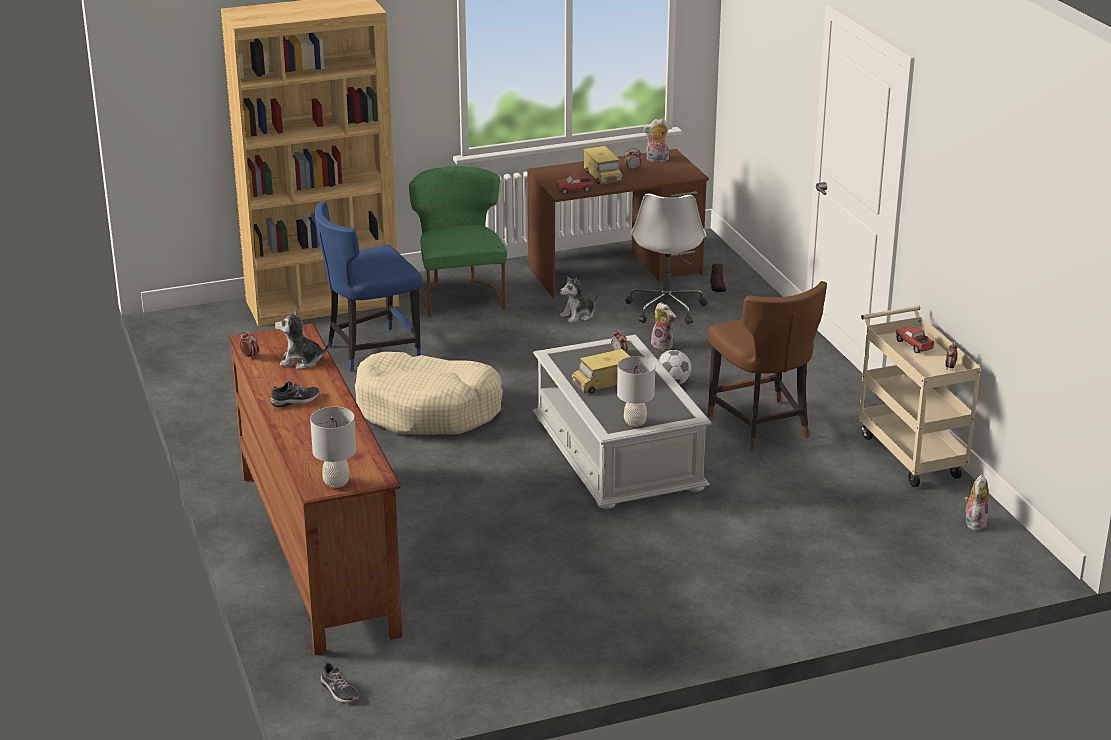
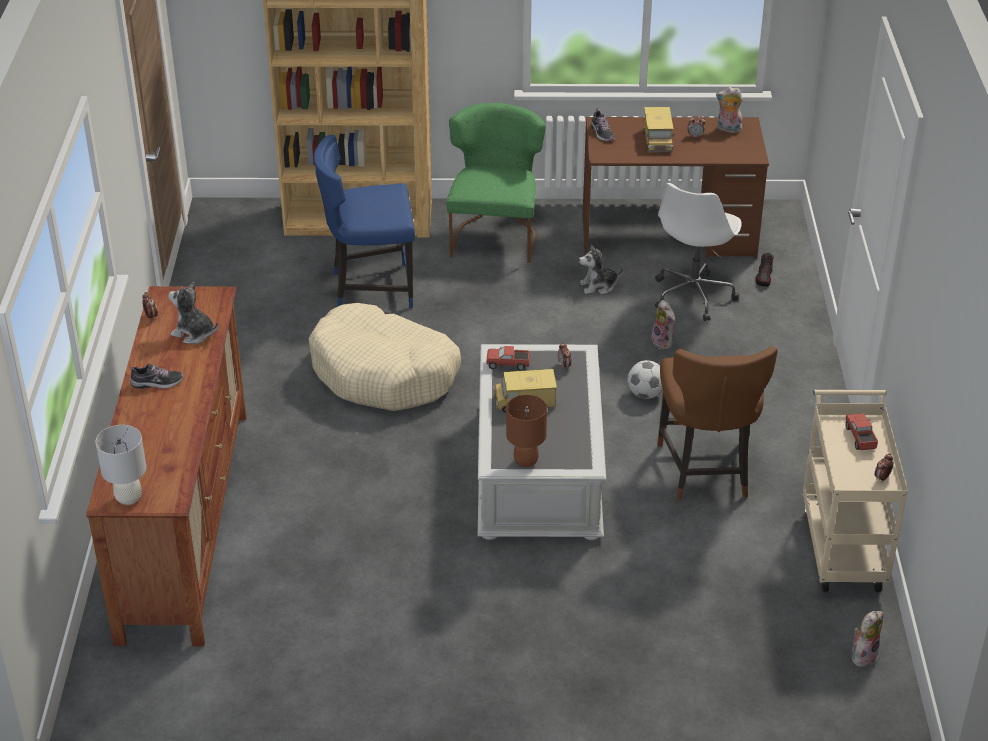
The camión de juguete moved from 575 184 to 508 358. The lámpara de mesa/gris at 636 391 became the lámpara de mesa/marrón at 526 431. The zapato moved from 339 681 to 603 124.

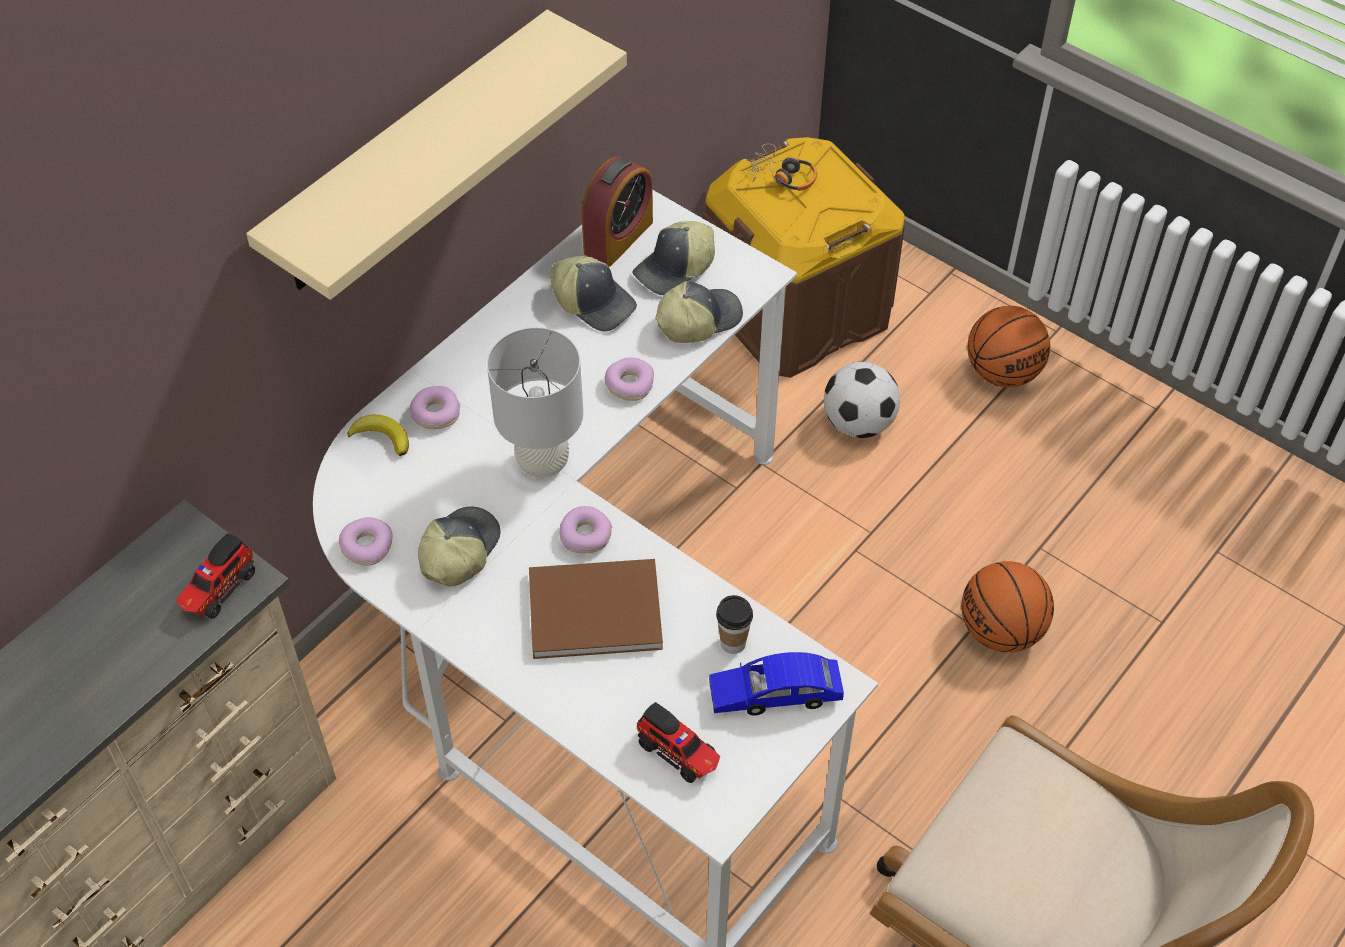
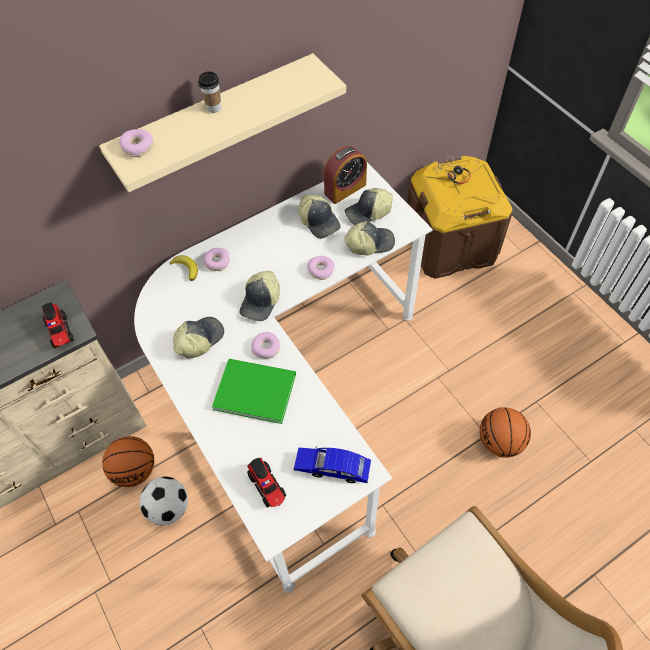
The balón de baloncesto moved from 1008 346 to 128 461. The lámpara de mesa/gris at 535 402 was replaced by the gorra at 259 296. The balón de fútbol moved from 862 399 to 164 501. The rosquilla moved from 366 541 to 136 143. The camión de juguete at 215 576 turned 75 degrees counterclockwise. The libro/marrón at 596 609 became the libro/verde at 254 391. The taza moved from 734 624 to 209 92.

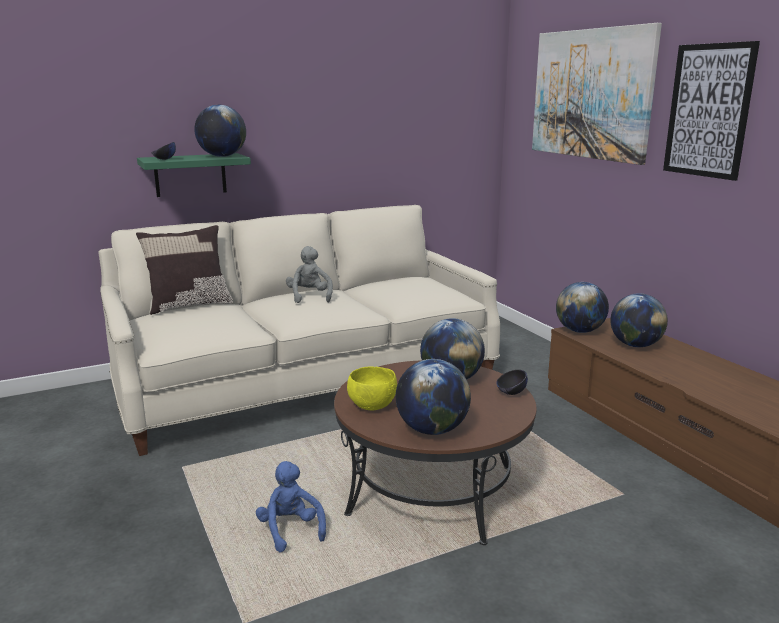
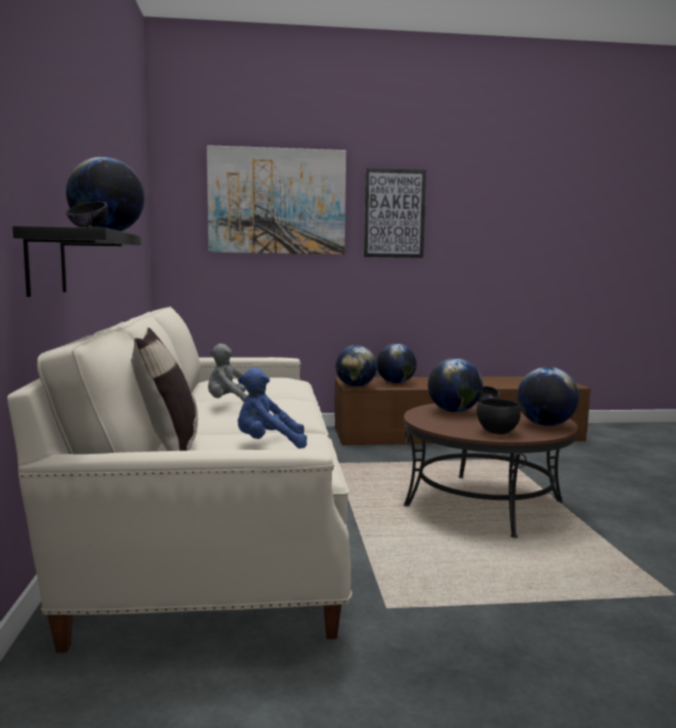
The estante/verde at 194 175 became the estante/negro at 77 261. The cuenco/amarillo at 372 388 became the cuenco/negro at 498 416. The peluche/azul moved from 291 506 to 272 408.

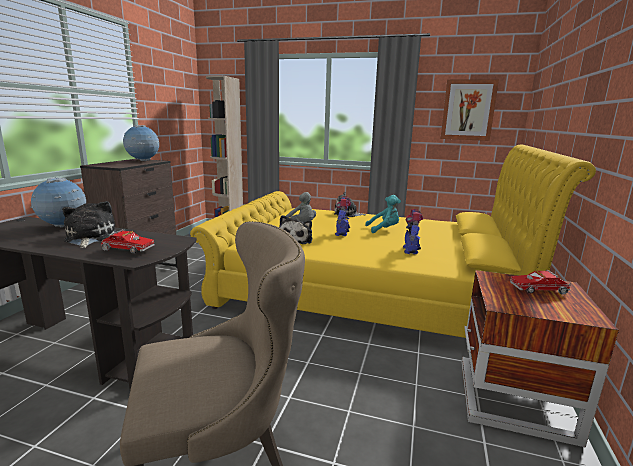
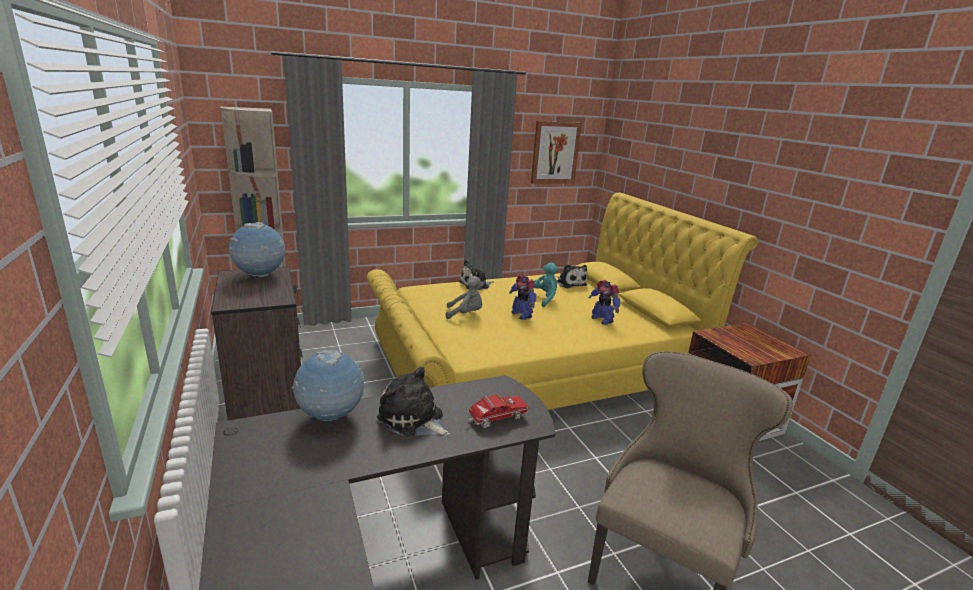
The peluche moved from 295 229 to 571 276. The camión de juguete at 540 282 disappeared.

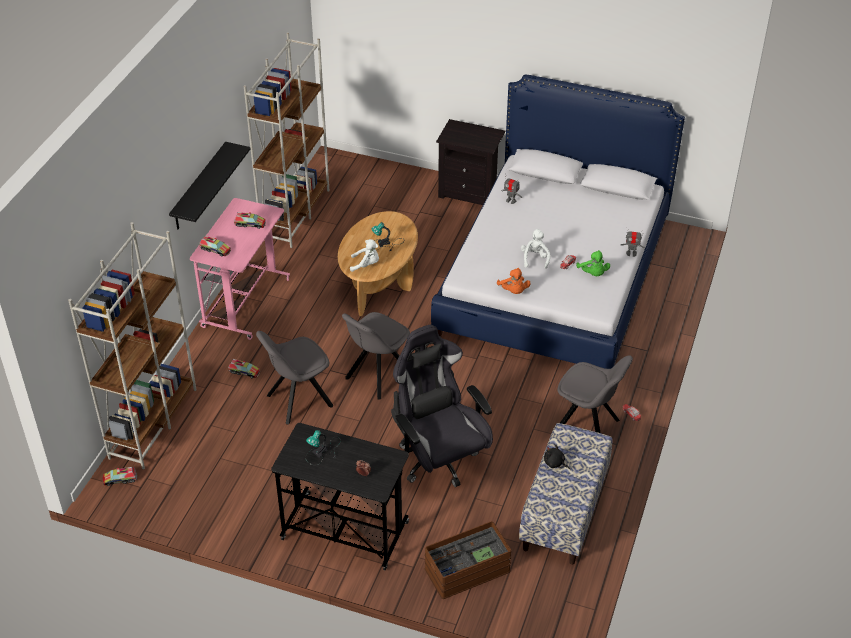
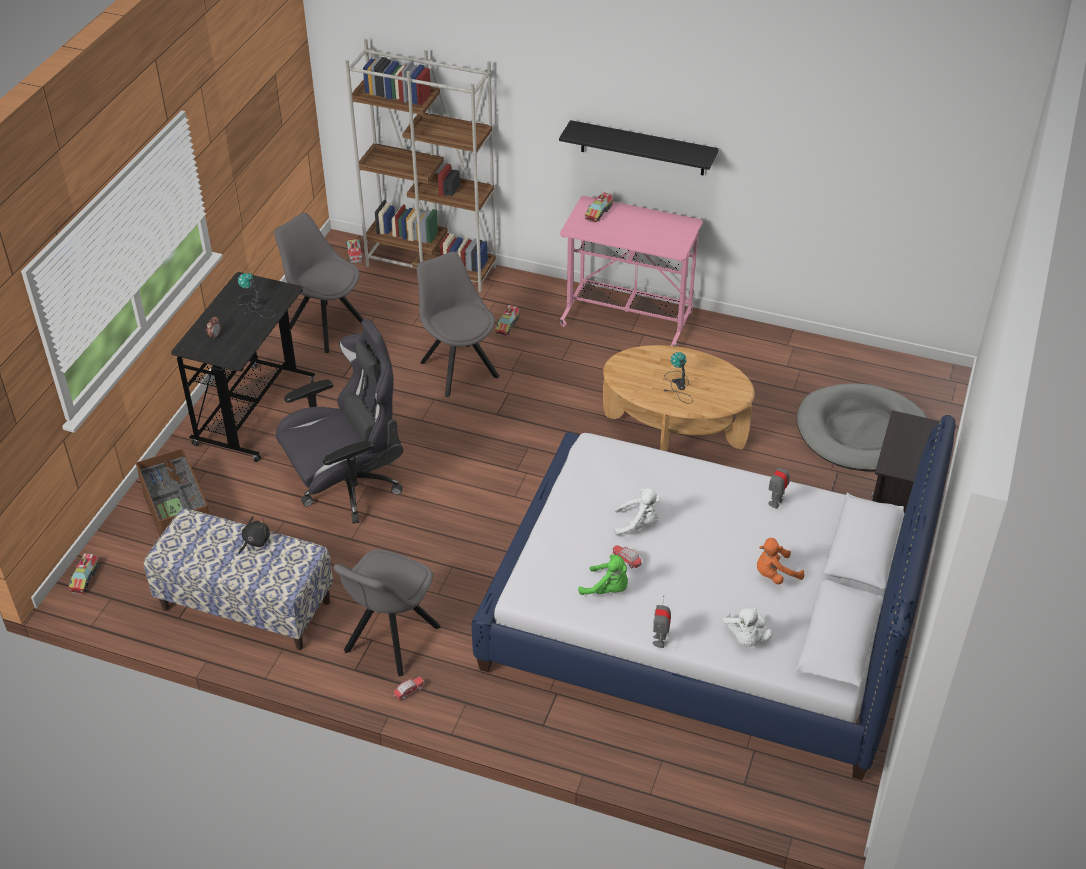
The estantería/marrón at 286 140 disappeared. The camión de juguete moved from 250 220 to 84 573. The peluche/blanco moved from 364 255 to 748 627. The peluche/verde at 593 263 turned 135 degrees counterclockwise. The peluche/naranja moved from 514 281 to 780 561. The silla/gris moved from 376 355 to 318 283. The cama para perro/gris at 862 427 appeared.

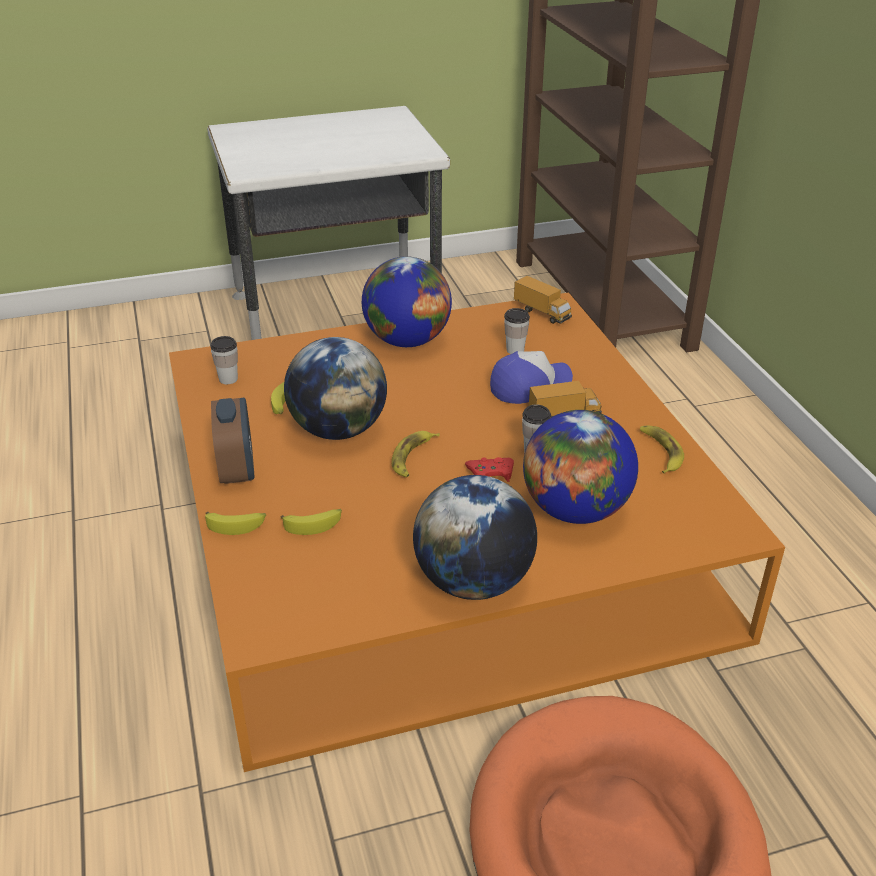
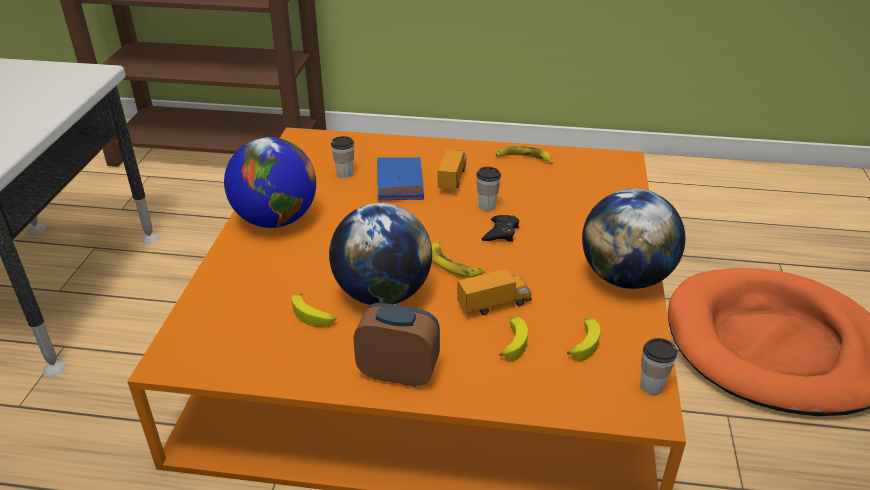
The camión de juguete moved from 543 300 to 494 292. The taza moved from 224 360 to 658 366. The gorra at 531 377 was replaced by the libro/azul at 400 178. The globo terráqueo at 580 467 disappeared. The mando de consola/rojo at 489 469 became the mando de consola/negro at 500 228. The plátano moved from 235 523 to 583 339.

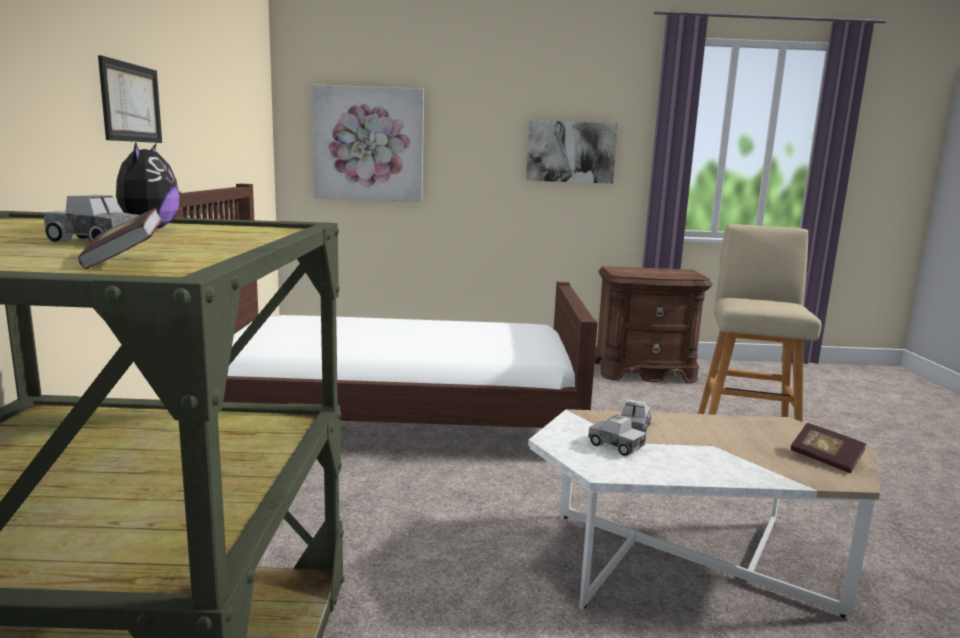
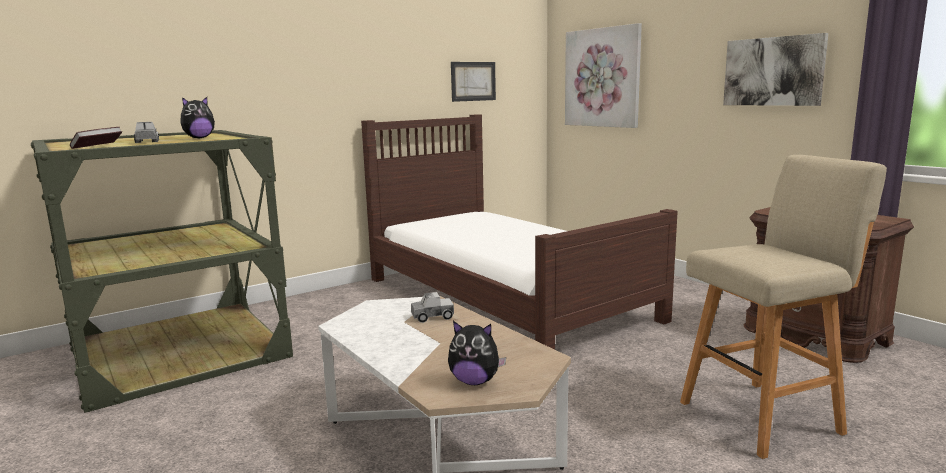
The cuadro moved from 130 99 to 473 82. The camión de juguete at 617 435 disappeared. The libro at 828 448 was replaced by the peluche at 477 353.

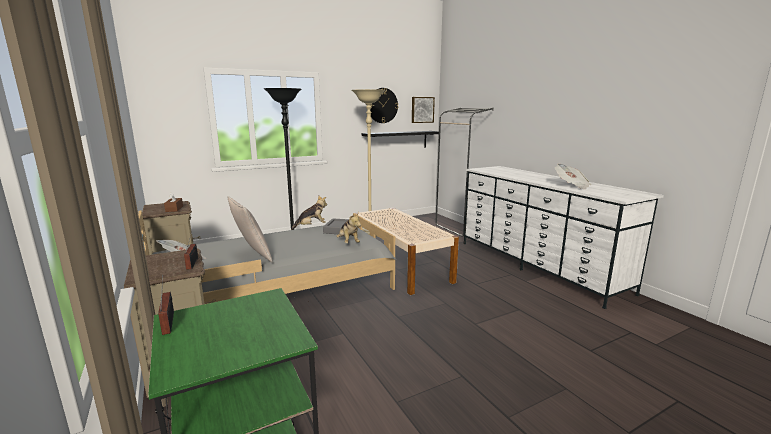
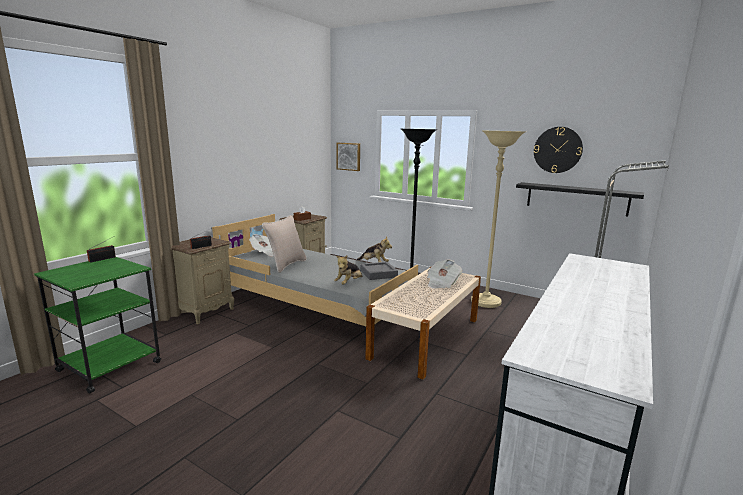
The cuadro moved from 423 110 to 348 157. The periódico moved from 573 176 to 444 273.

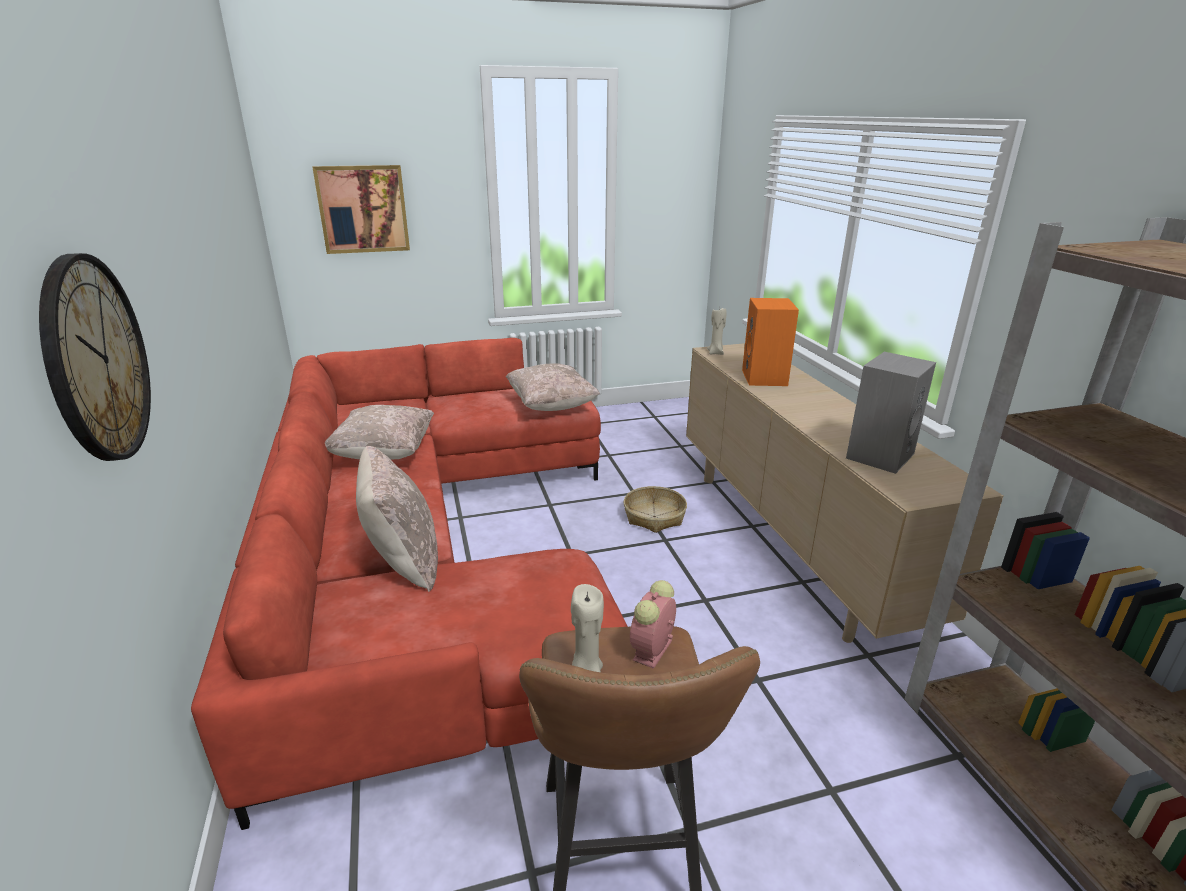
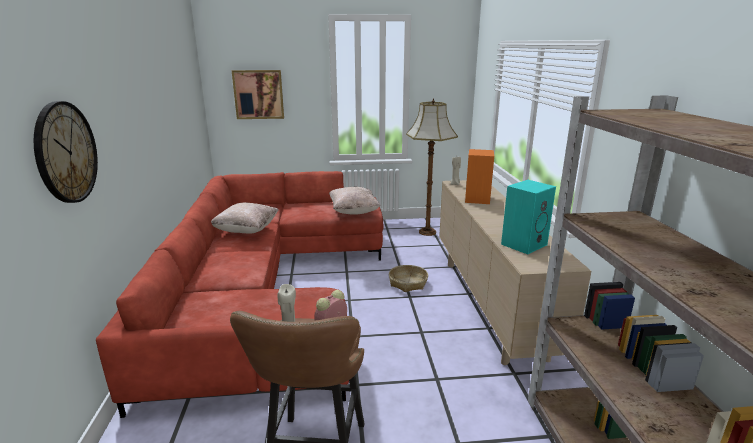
The altavoz/gris at 891 413 became the altavoz/turquesa at 528 217. The cojín/beis at 397 519 disappeared. The lámpara de pie at 432 167 appeared.

